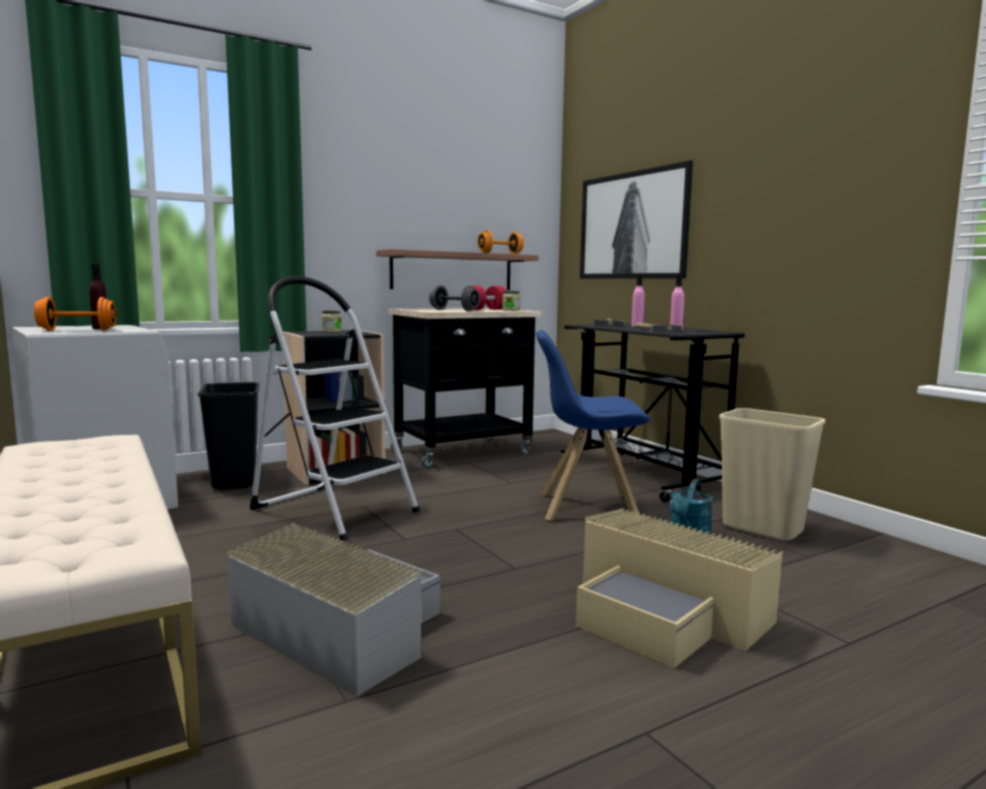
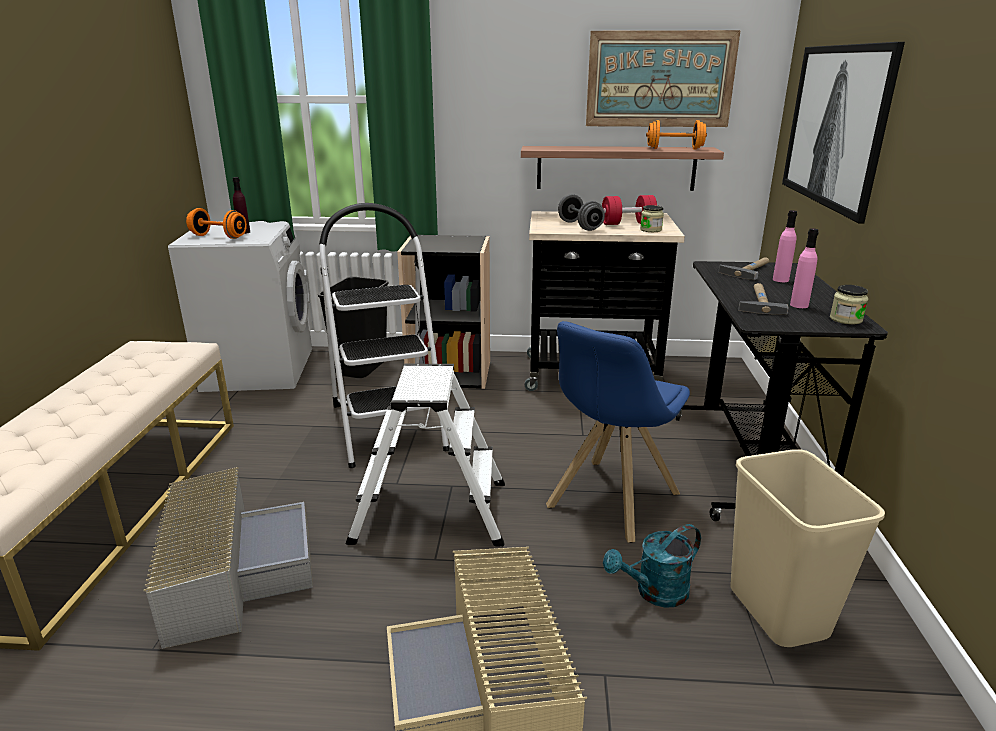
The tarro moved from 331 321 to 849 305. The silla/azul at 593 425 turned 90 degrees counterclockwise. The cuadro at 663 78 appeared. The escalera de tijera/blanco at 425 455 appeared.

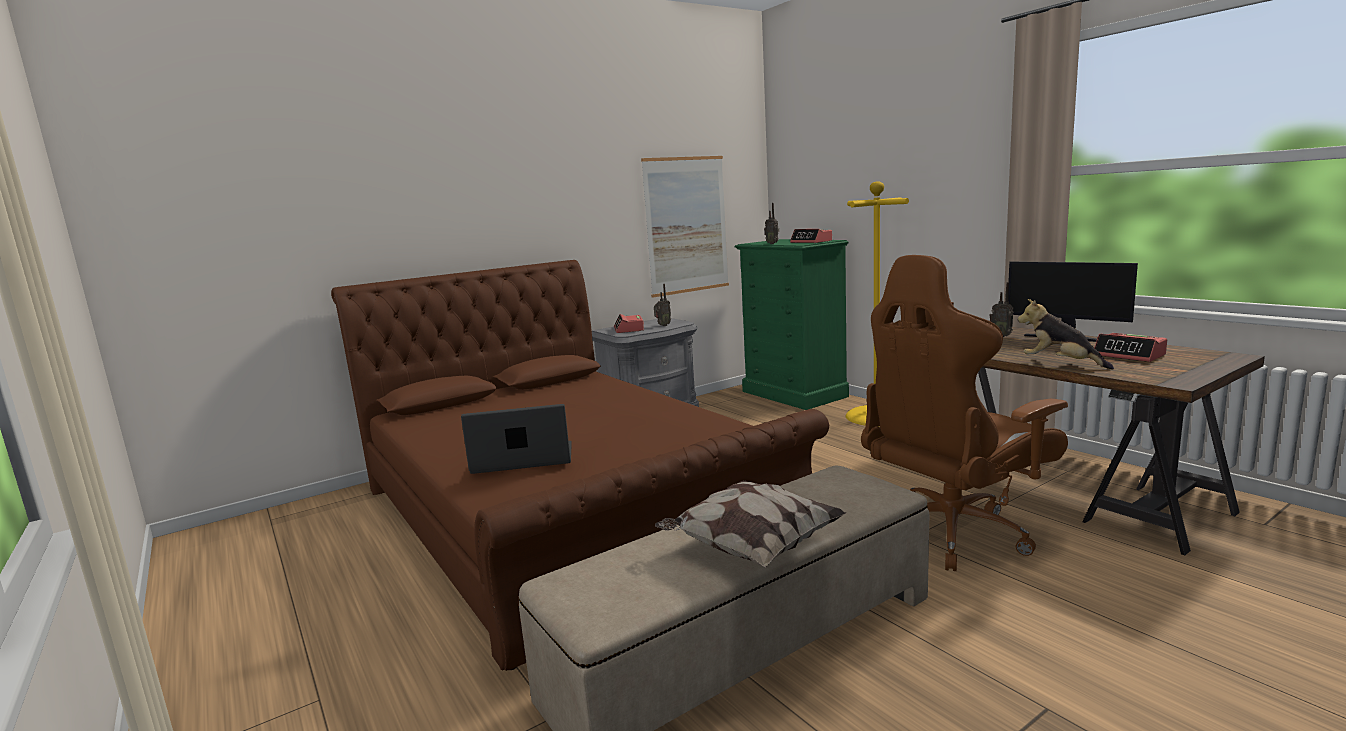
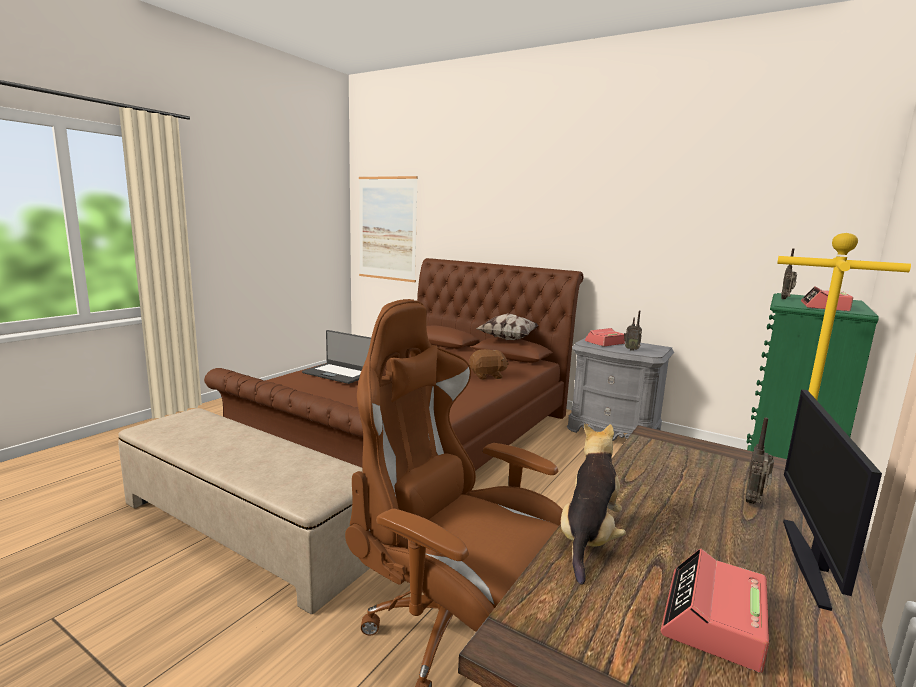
The cuadro moved from 685 227 to 388 229. The portátil at 516 439 turned 150 degrees clockwise. The cojín moved from 751 523 to 507 326. The peluche/marrón at 489 364 appeared.

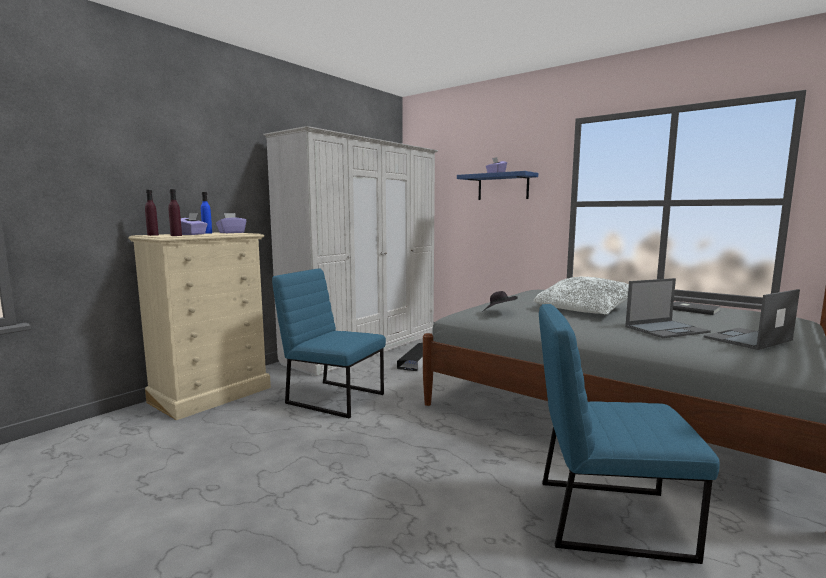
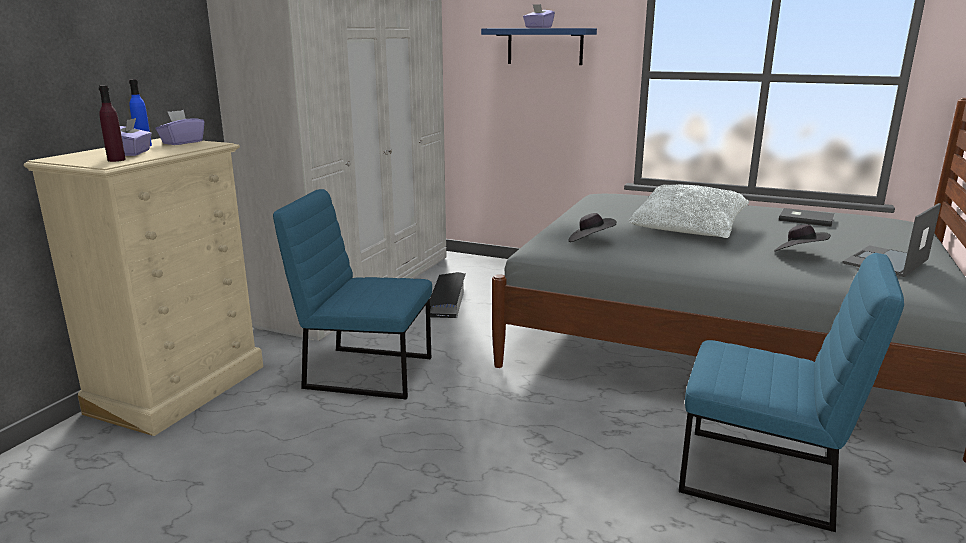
The botella/morado at 152 213 disappeared. The portátil at 668 308 was replaced by the sombrero/negro at 802 237. The silla/azul at 629 434 turned 150 degrees counterclockwise.

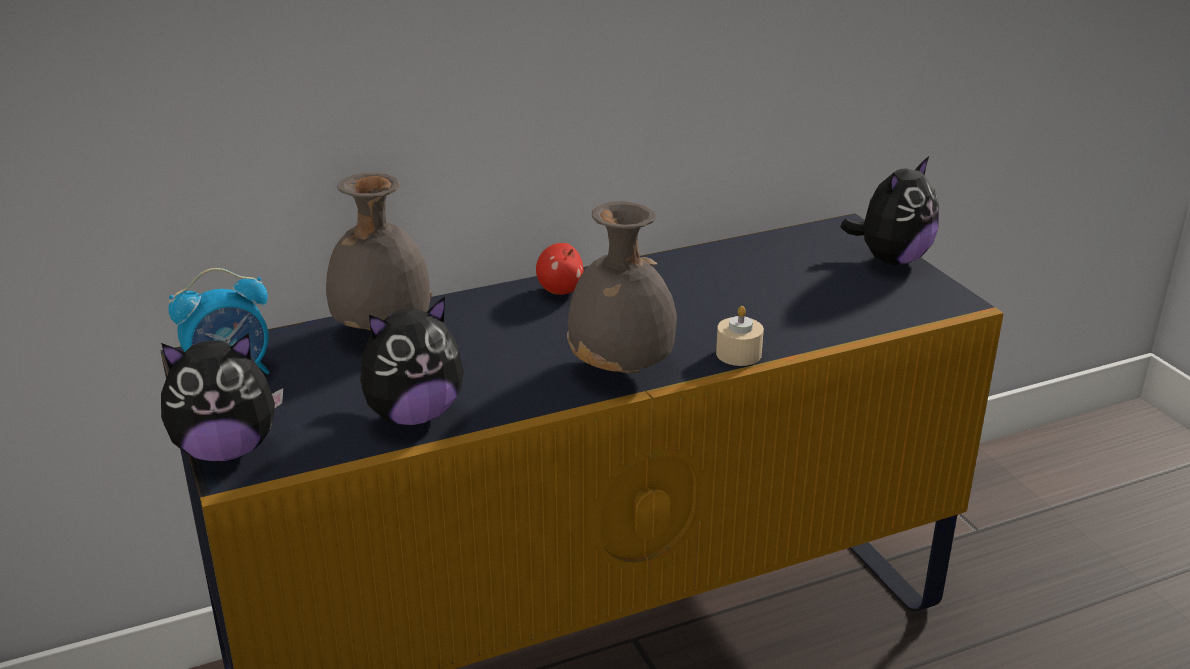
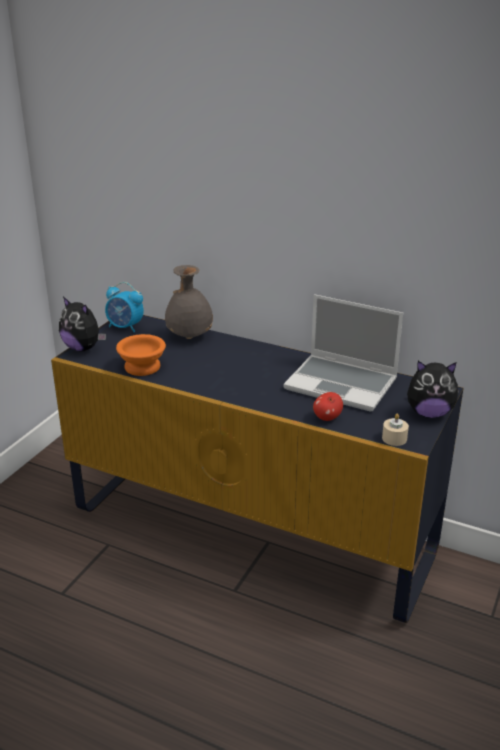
The florero/gris at 622 287 disappeared. The manzana moved from 560 269 to 328 406. The peluche at 412 360 was replaced by the cuenco/naranja at 141 355. The vela/beis moved from 740 336 to 395 430. The portátil at 343 353 appeared.

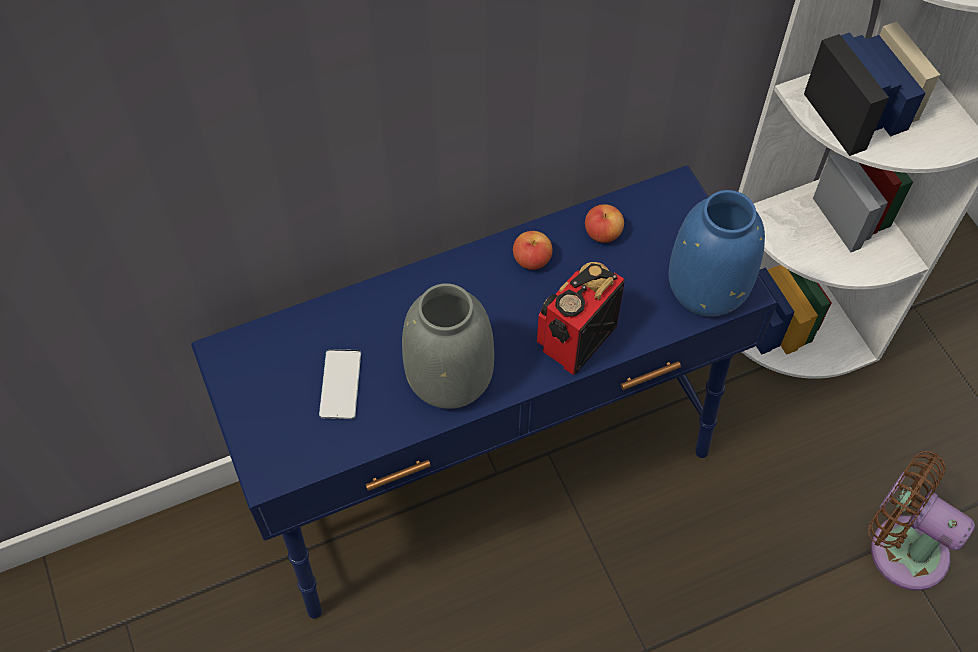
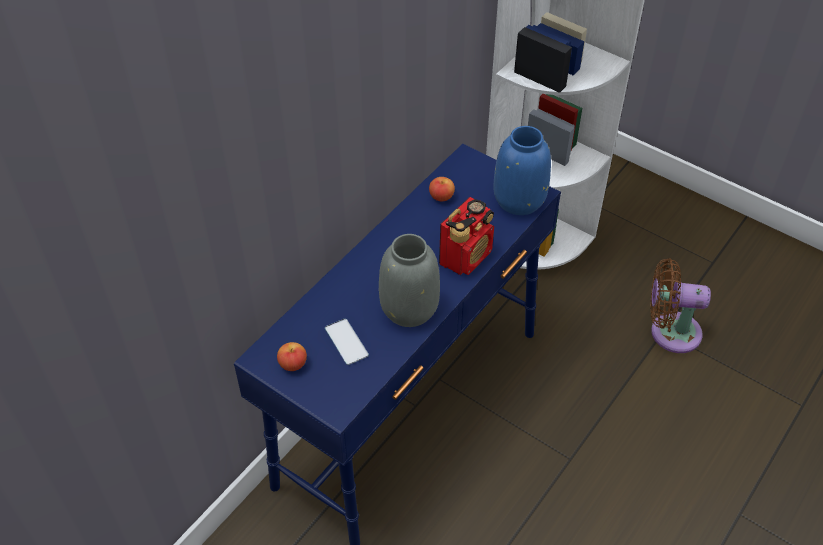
The manzana moved from 533 250 to 292 356. The radio at 581 318 turned 150 degrees counterclockwise.

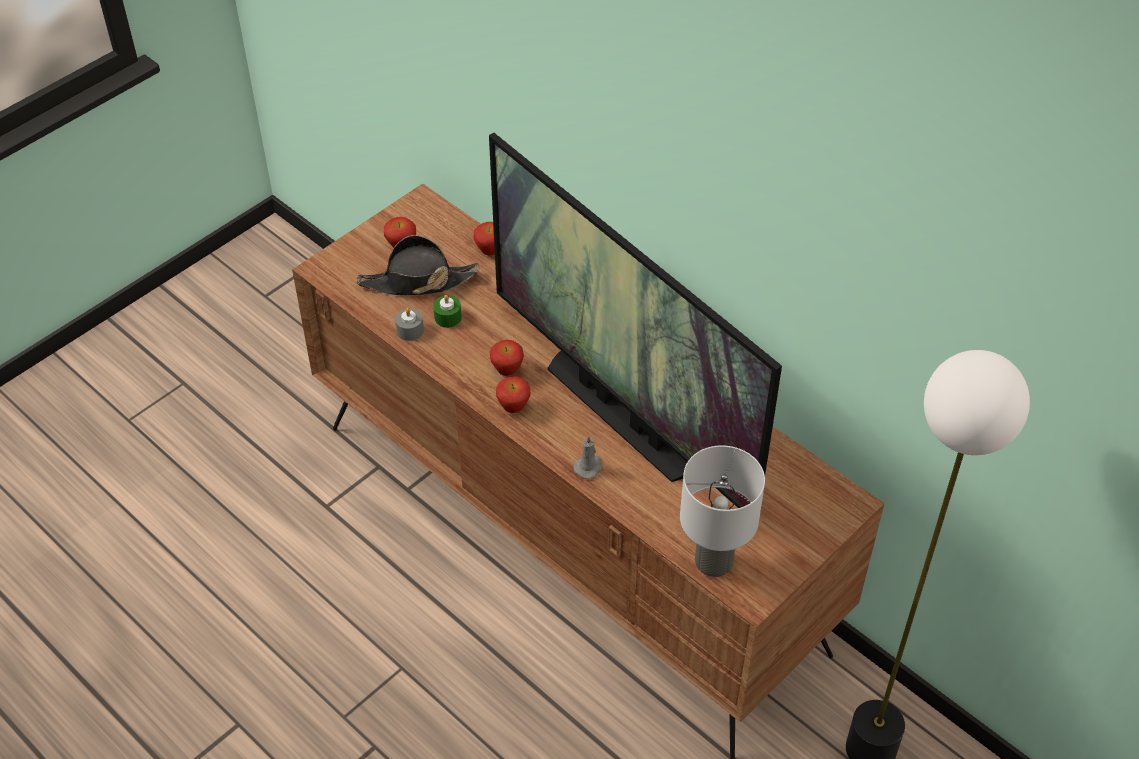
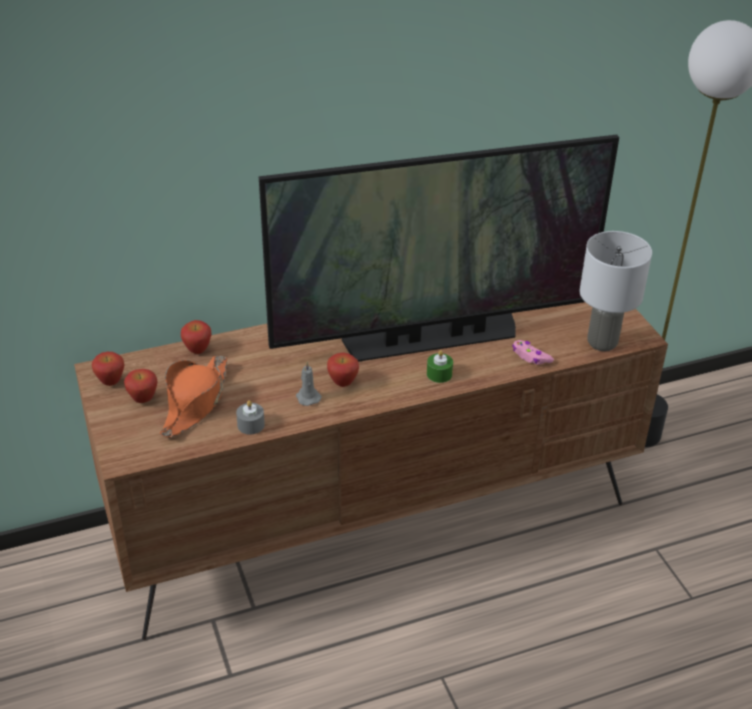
The sombrero/negro at 418 265 became the sombrero/naranja at 193 396. The vela/verde moved from 447 311 to 440 366. The manzana moved from 513 394 to 108 369. The vela/gris moved from 588 457 to 309 384. The mando de consola/rosa at 533 352 appeared.

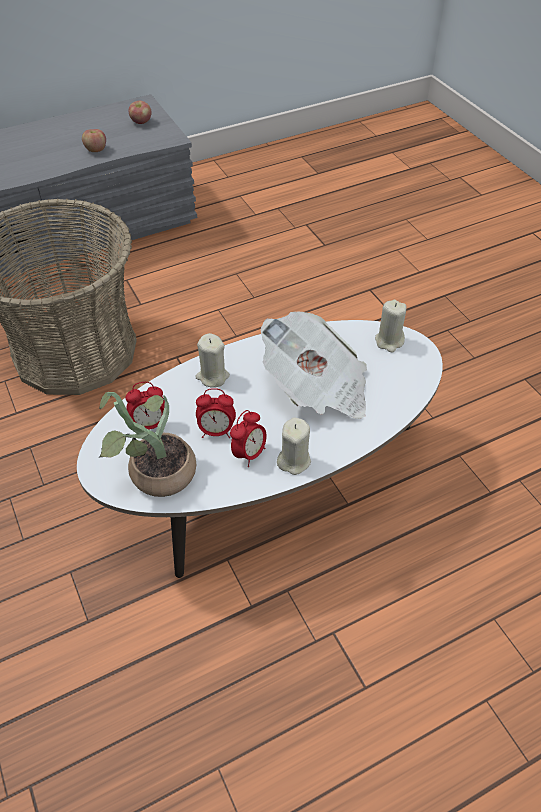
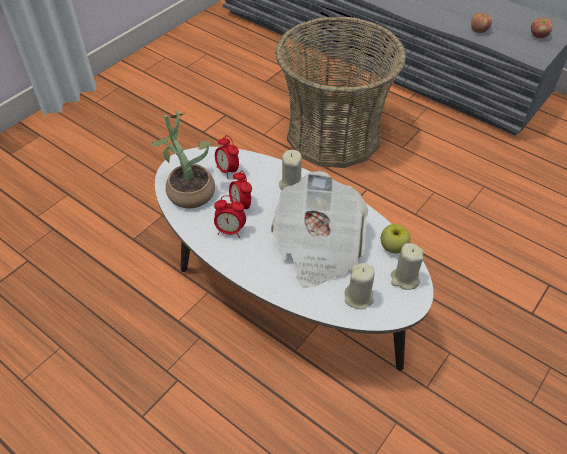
The vela/beis moved from 294 446 to 360 286. The manzana at 395 238 appeared.

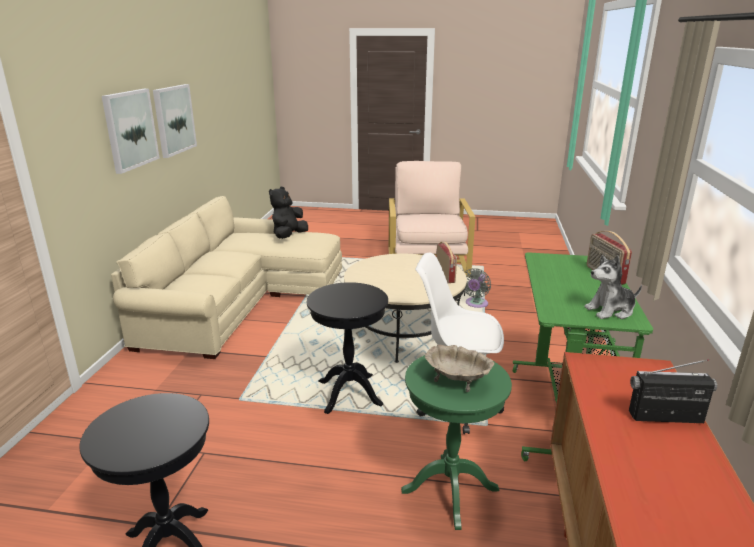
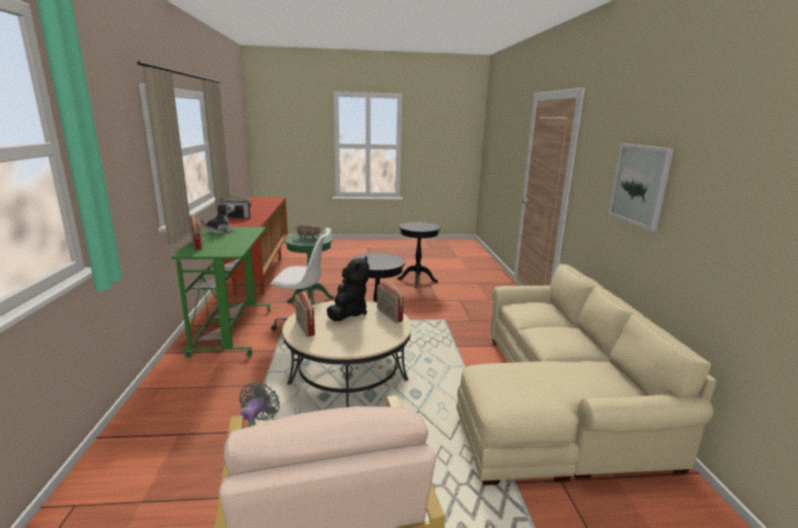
The cuadro at 175 121 disappeared. The peluche/negro moved from 288 213 to 348 288. The radio at 390 302 appeared.

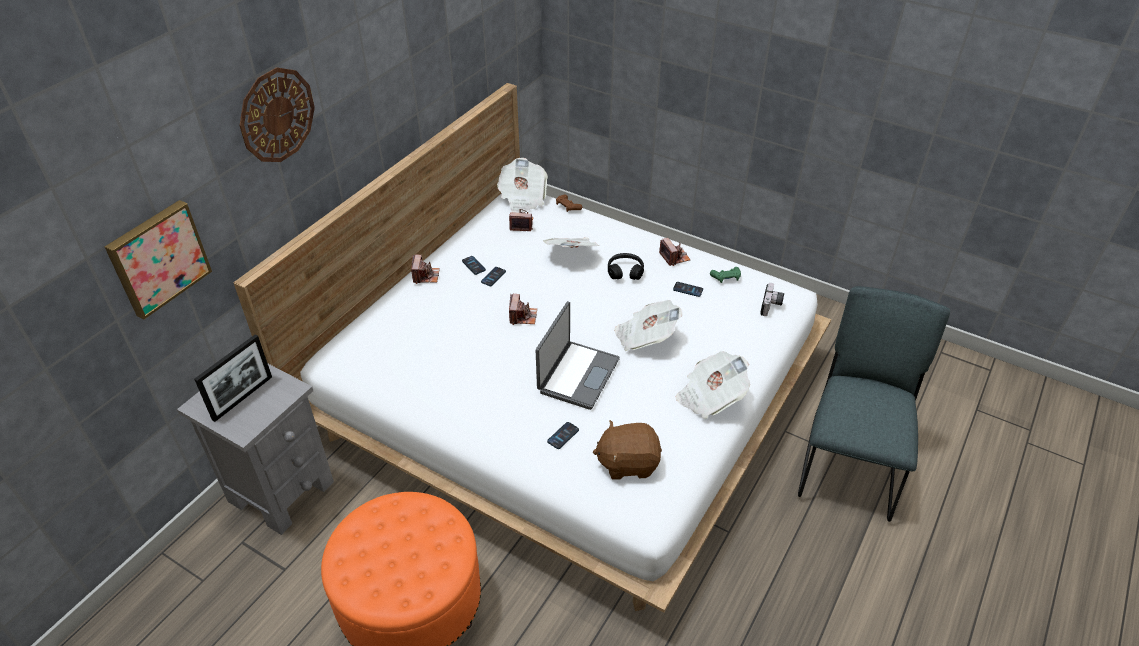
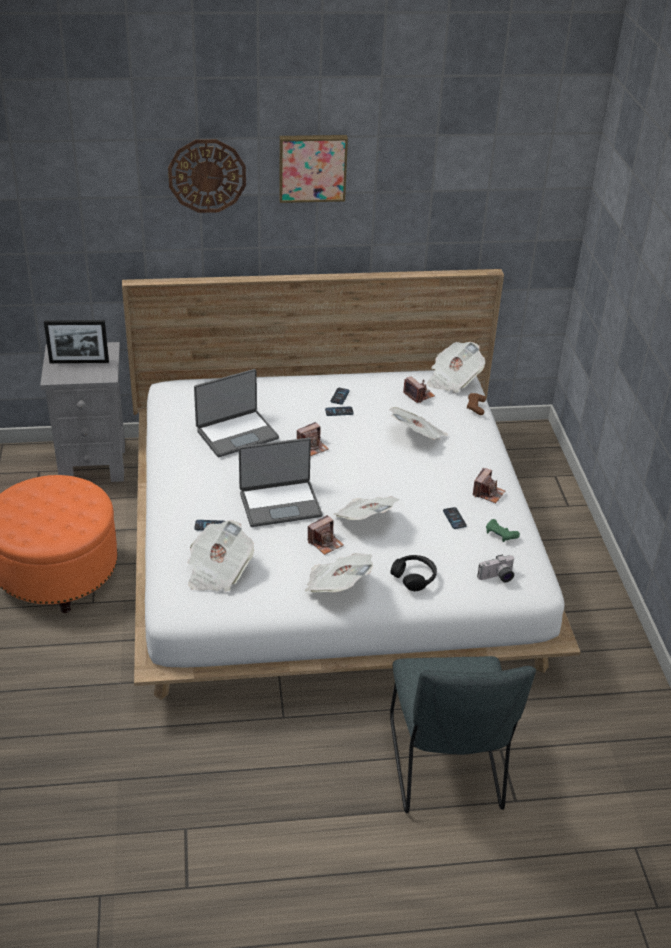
The cuadro moved from 158 260 to 313 169. The auriculares/negro moved from 626 266 to 413 573. The cámara moved from 425 269 to 326 535. The silla/gris at 874 404 turned 105 degrees clockwise. The peluche/marrón at 627 450 was replaced by the periódico at 221 556. The portátil at 236 413 appeared.

